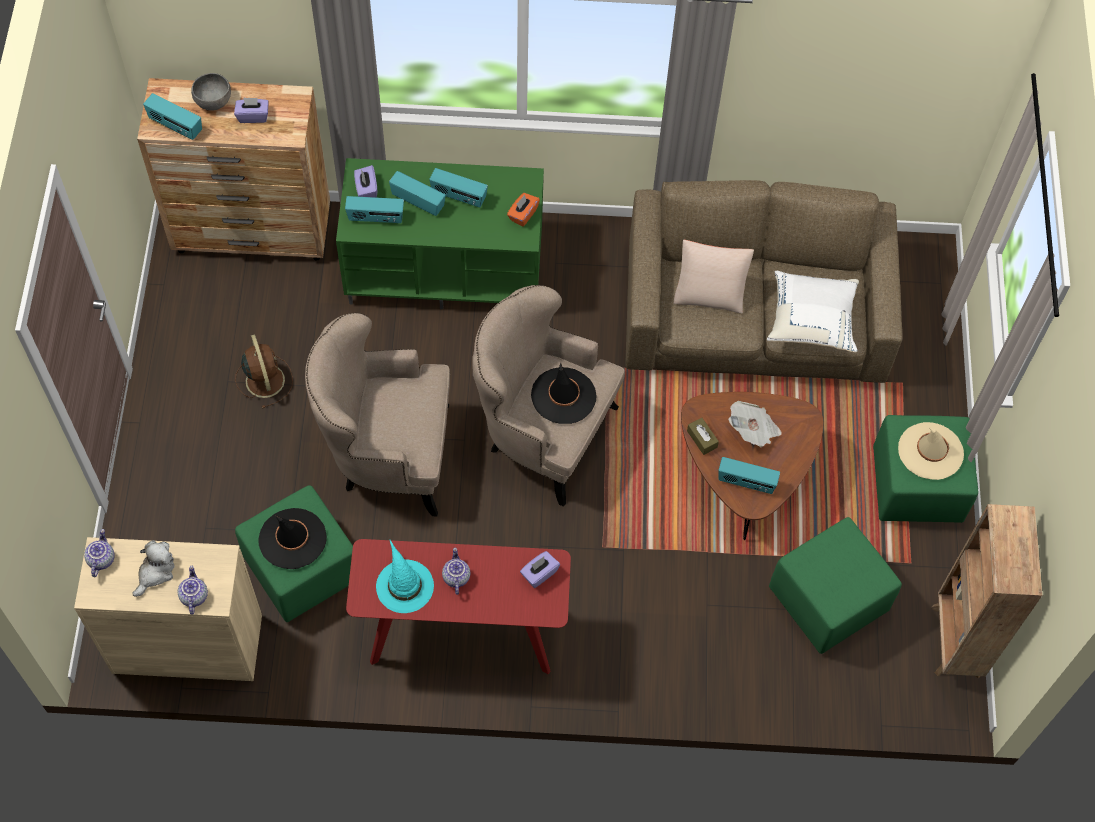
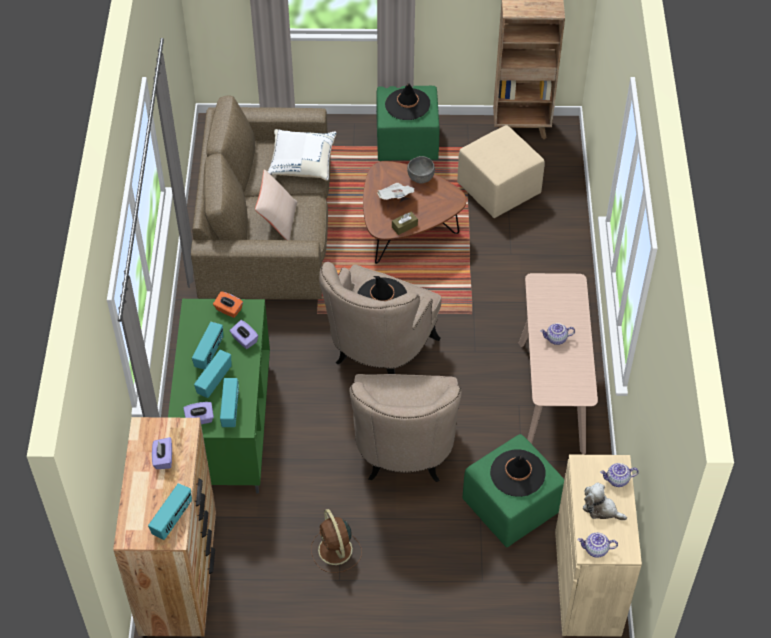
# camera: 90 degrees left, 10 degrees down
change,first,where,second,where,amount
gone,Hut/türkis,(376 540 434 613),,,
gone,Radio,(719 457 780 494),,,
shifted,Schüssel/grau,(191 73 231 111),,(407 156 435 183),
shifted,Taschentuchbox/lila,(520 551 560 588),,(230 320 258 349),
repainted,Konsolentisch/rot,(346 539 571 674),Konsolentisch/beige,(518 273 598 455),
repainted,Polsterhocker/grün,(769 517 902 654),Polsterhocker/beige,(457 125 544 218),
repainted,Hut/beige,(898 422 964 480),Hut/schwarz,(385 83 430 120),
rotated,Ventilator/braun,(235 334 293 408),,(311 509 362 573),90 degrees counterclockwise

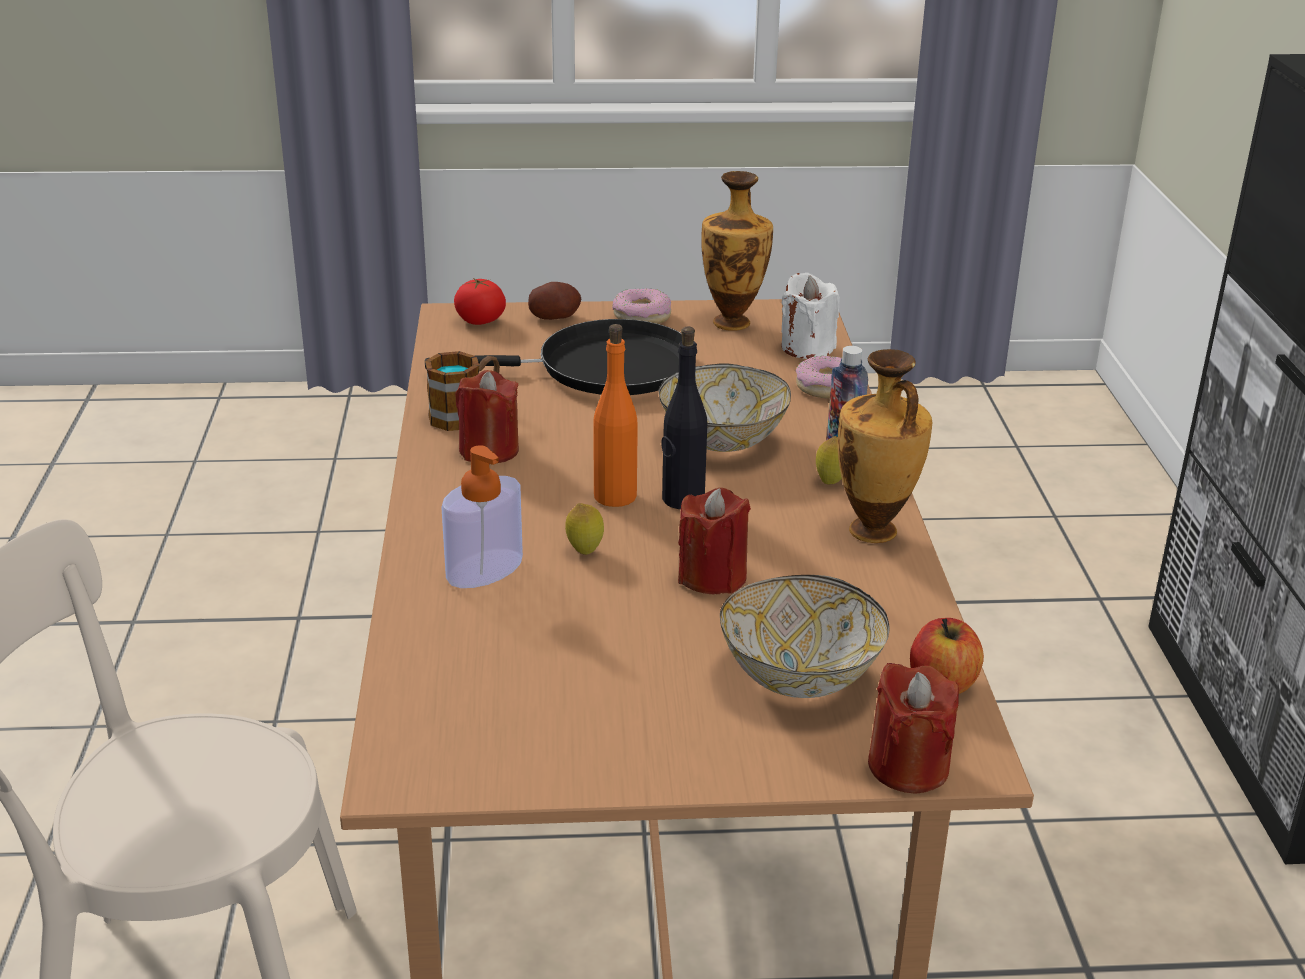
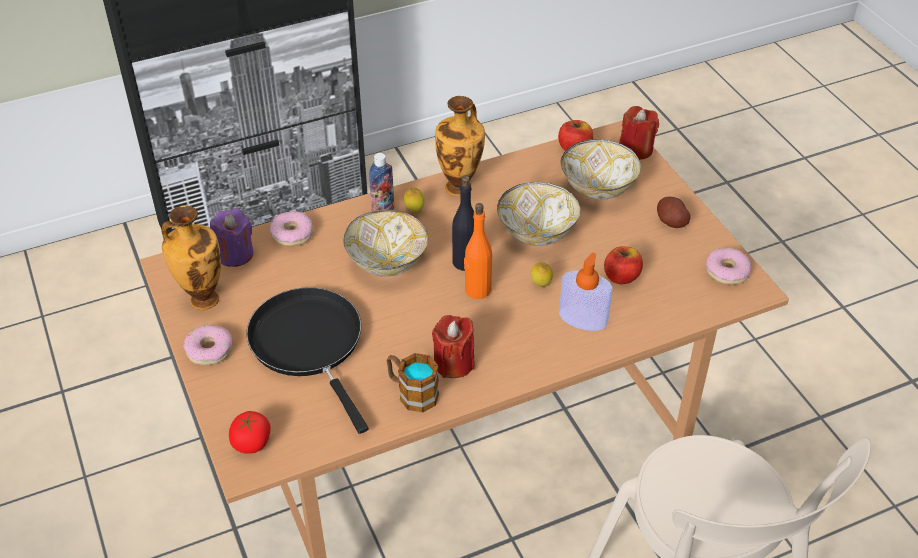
# camera: 110 degrees left, 15 degrees up
change,first,where,second,where,amount
new,,,Apfel,(604 246 643 284),
new,,,Donut,(706 248 751 285),
shifted,Kartoffel,(528 282 581 320),,(657 197 690 228),
swapped,Kerze/rot,(678 488 751 595),Schüssel,(497 182 581 246),
repainted,Kerze/weiß,(781 273 839 359),Kerze/lila,(210 208 253 267),

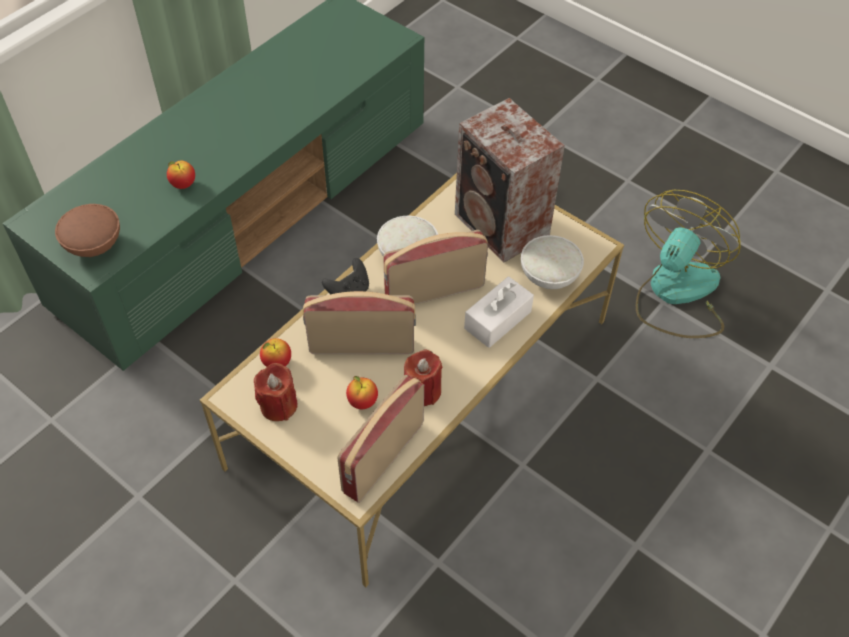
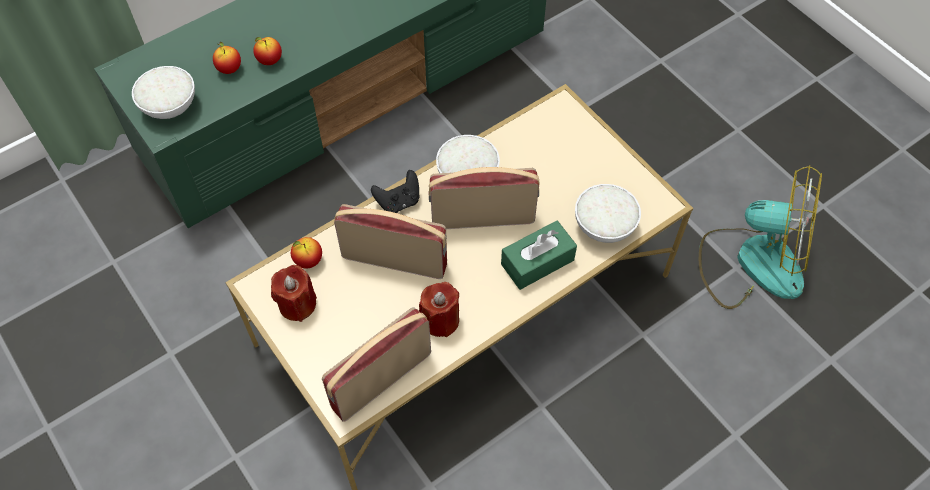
# camera: 15 degrees right, 5 degrees up
change,first,where,second,where,amount
gone,Lautsprecher,(455 98 565 263),,,
shifted,Apfel,(346 376 378 409),,(213 42 241 74),
repainted,Schüssel/braun,(55 204 120 257),Schüssel/weiß,(132 66 195 119),
repainted,Taschentuchbox/weiß,(464 277 534 348),Taschentuchbox/grün,(501 221 577 290),
rotated,Ventilator,(636 190 741 338),,(699 165 822 309),60 degrees clockwise

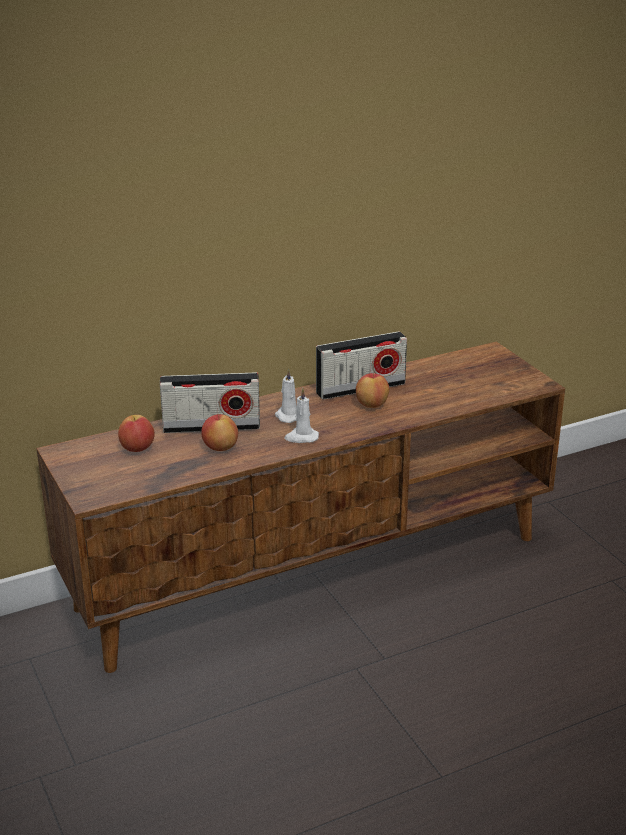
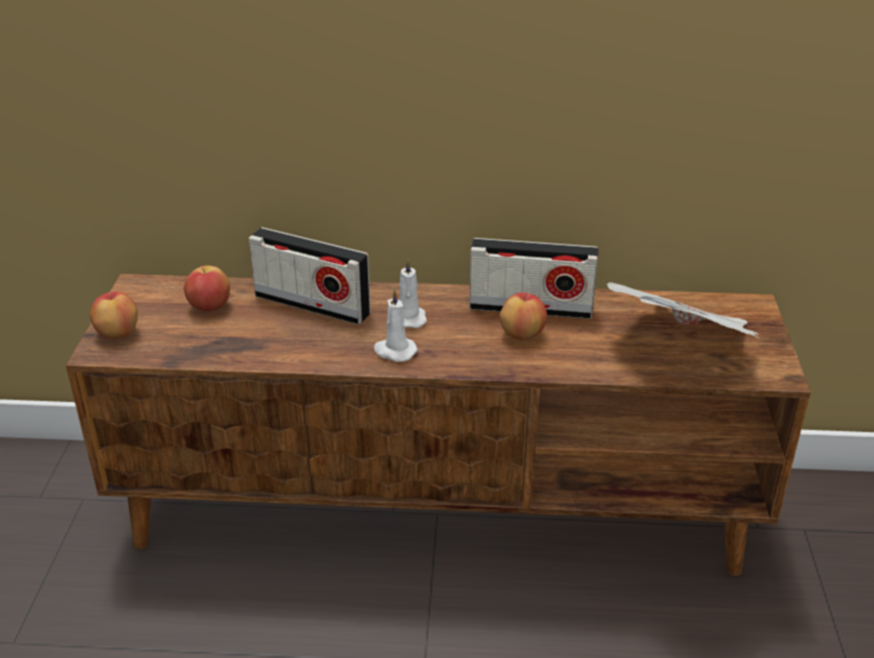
# camera: 30 degrees right, 5 degrees up
change,first,where,second,where,amount
new,,,Zeitung,(607 282 759 338),
shifted,Apfel,(201 414 238 451),,(90 292 138 339),

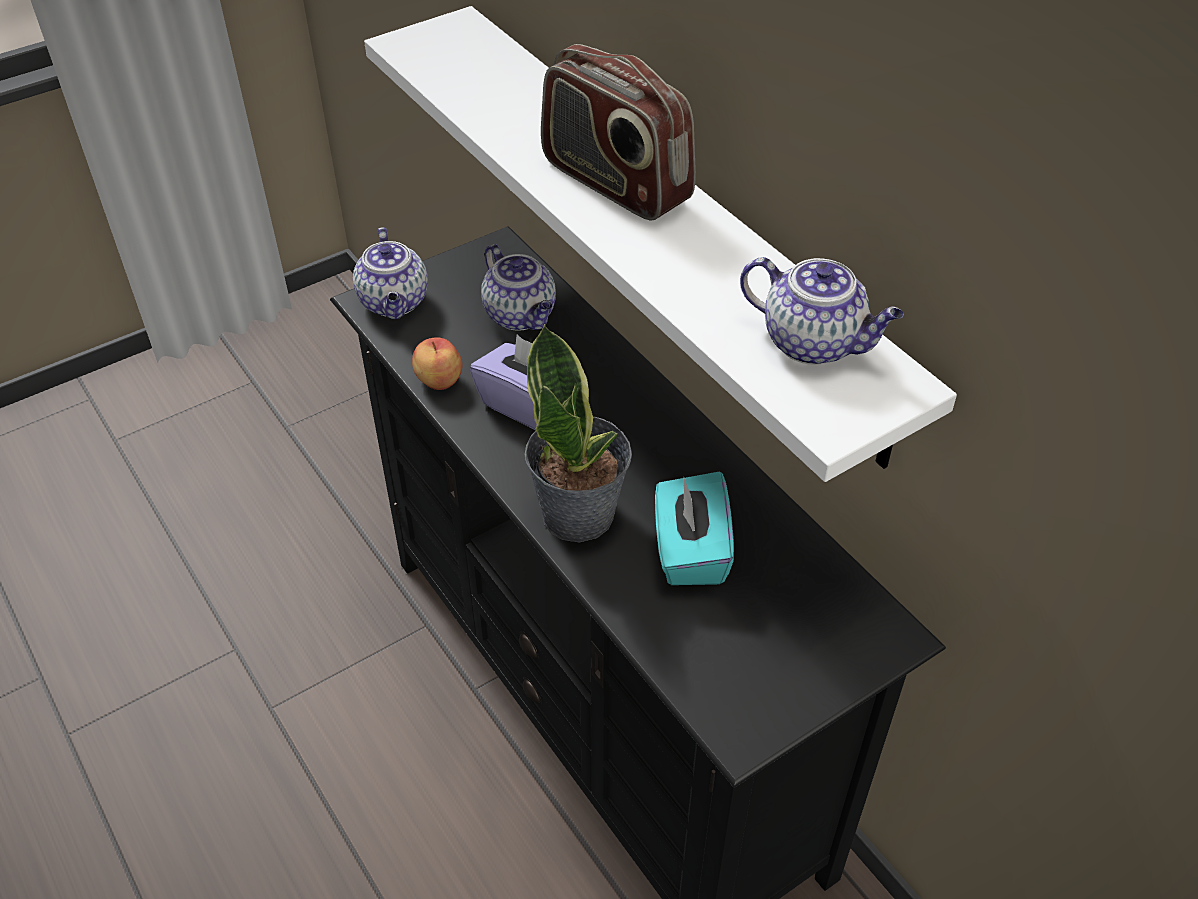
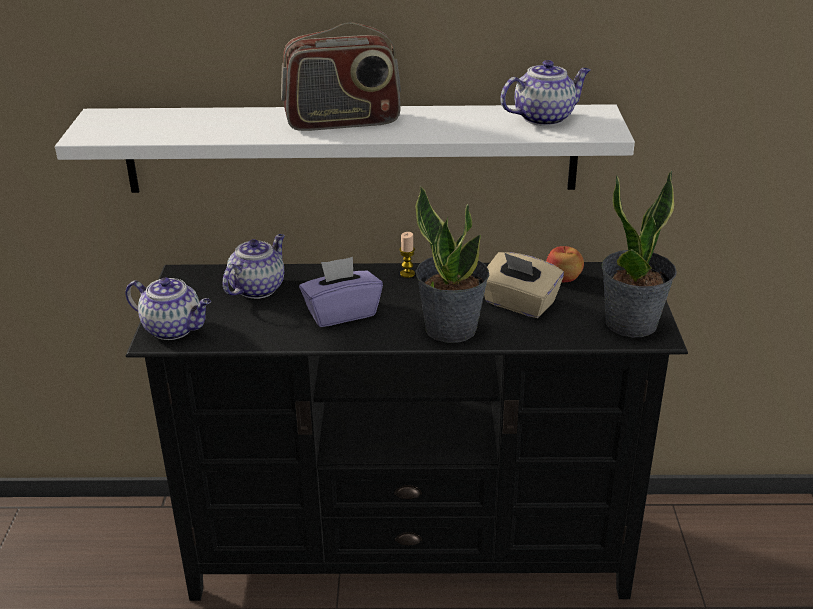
# camera: 55 degrees left, 15 degrees down
change,first,where,second,where,amount
new,,,Kerze,(400 232 415 278),
new,,,Topfpflanze,(601 170 677 337),
shifted,Apfel,(412 337 463 390),,(546 246 584 282),
repainted,Taschentuchbox/türkis,(655 471 734 585),Taschentuchbox/beige,(484 252 564 318),
rotated,Teekanne,(481 244 556 331),,(223 234 285 299),60 degrees counterclockwise

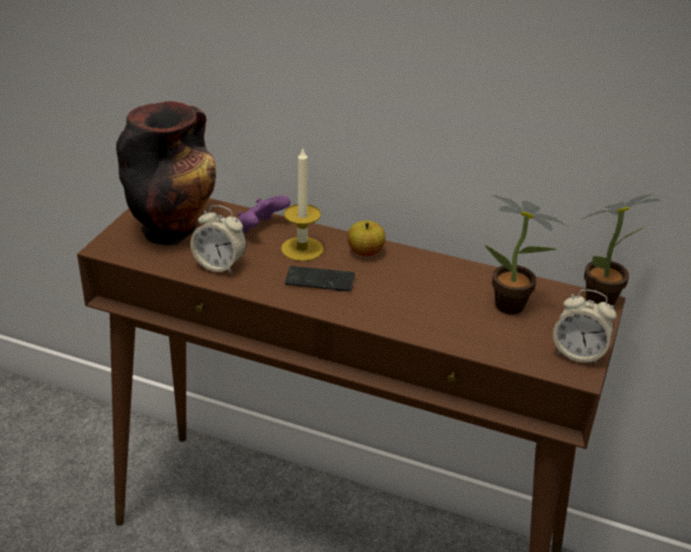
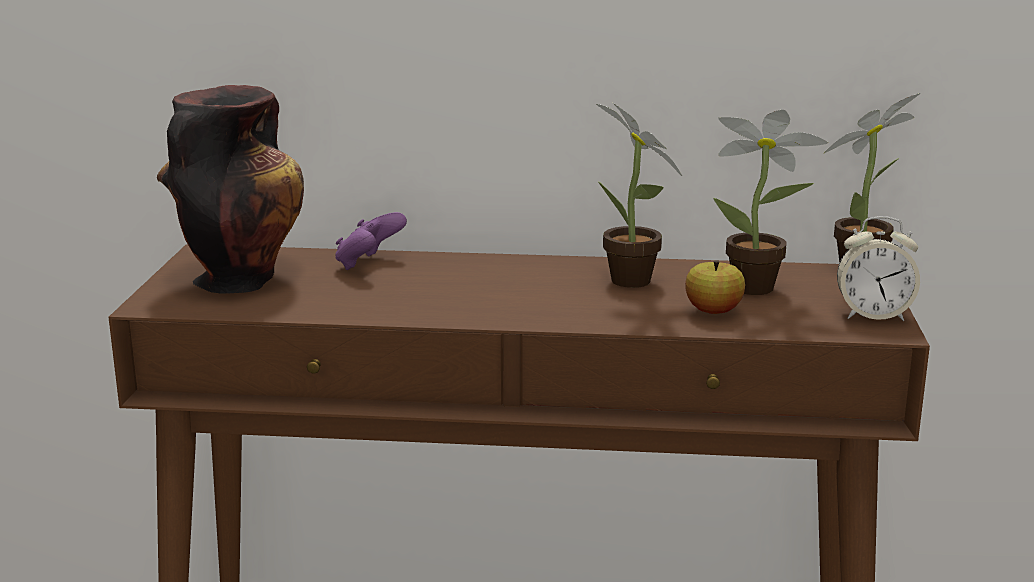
# camera: 15 degrees left, 15 degrees down
change,first,where,second,where,amount
gone,Wecker,(190 205 246 274),,,
gone,Kerze,(281 149 324 261),,,
gone,Handy,(285 266 355 291),,,
new,,,Topfpflanze,(596 103 683 288),
shifted,Apfel,(347 221 386 256),,(685 260 745 314),

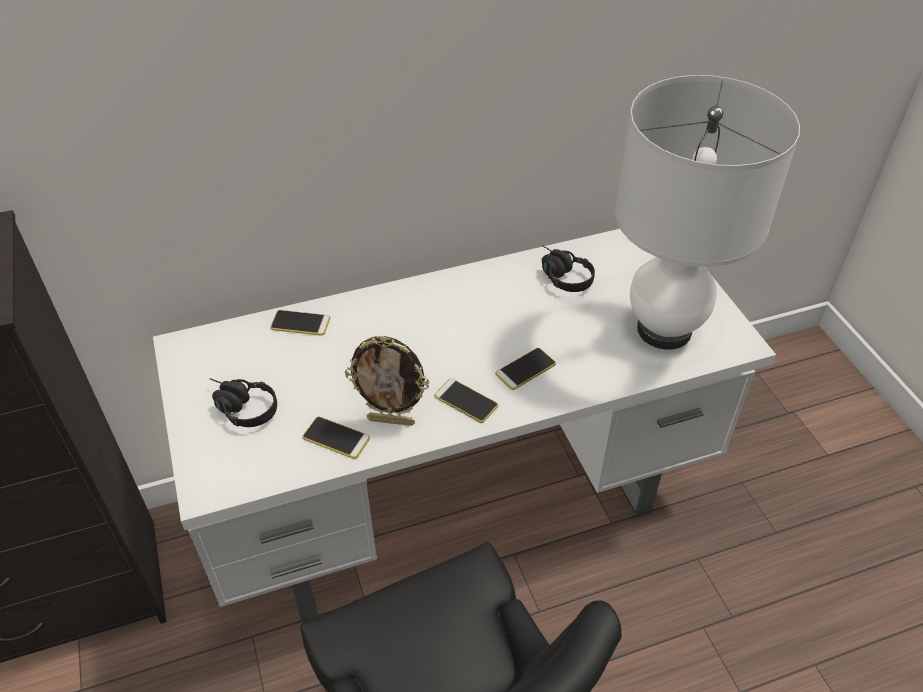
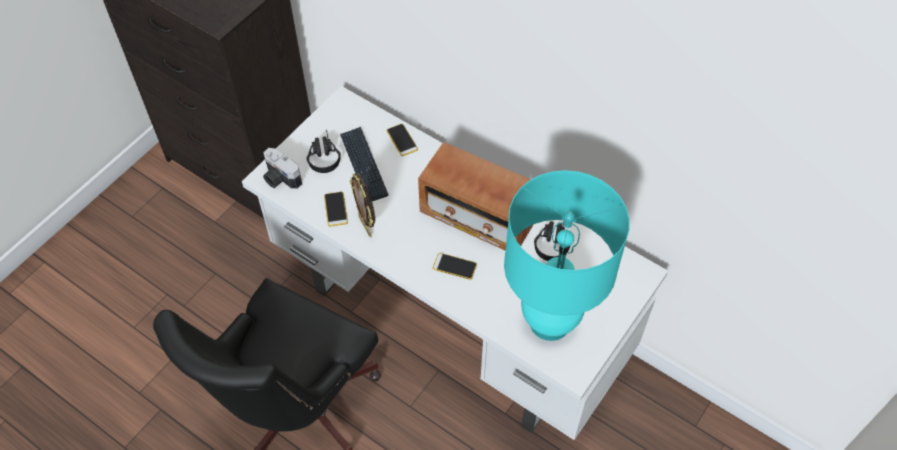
# camera: 55 degrees right, 10 degrees up
change,first,where,second,where,amount
gone,Handy,(434 379 498 423),,,
new,,,Kamera,(263 148 302 189),
new,,,Tastatur,(340 127 388 201),
new,,,Radio,(418 142 534 251),
repainted,Tischlampe/weiß,(615 75 800 350),Tischlampe/türkis,(504 170 630 341),

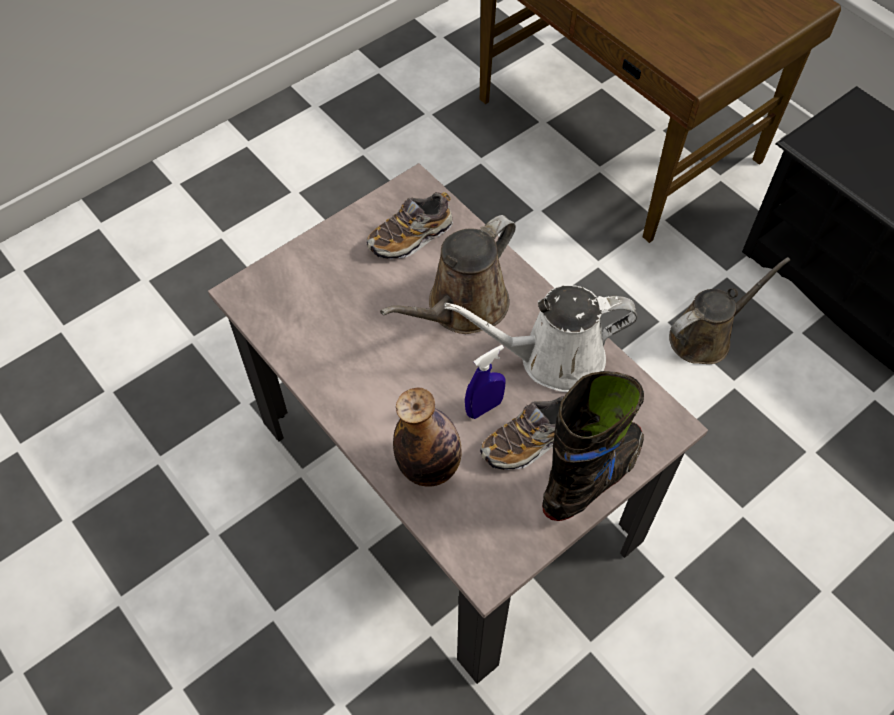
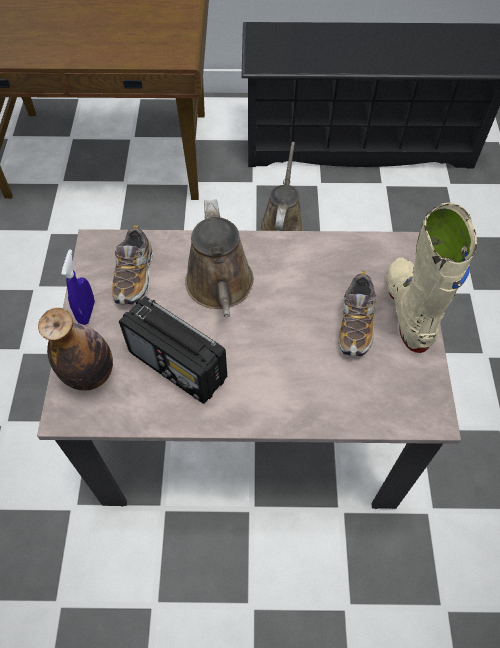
# camera: 50 degrees left, 0 degrees up
change,first,where,second,where,amount
gone,Gießkanne/weiß,(444 285 637 392),,,
new,,,Radio,(119 296 227 404),
shifted,Flasche,(393 388 462 487),,(38 308 113 391),
shifted,Sprühflasche/blau,(465 345 506 419),,(61 249 95 325),
repainted,Stiefel/schwarz,(542 371 644 521),Stiefel/beige,(387 203 477 353),

